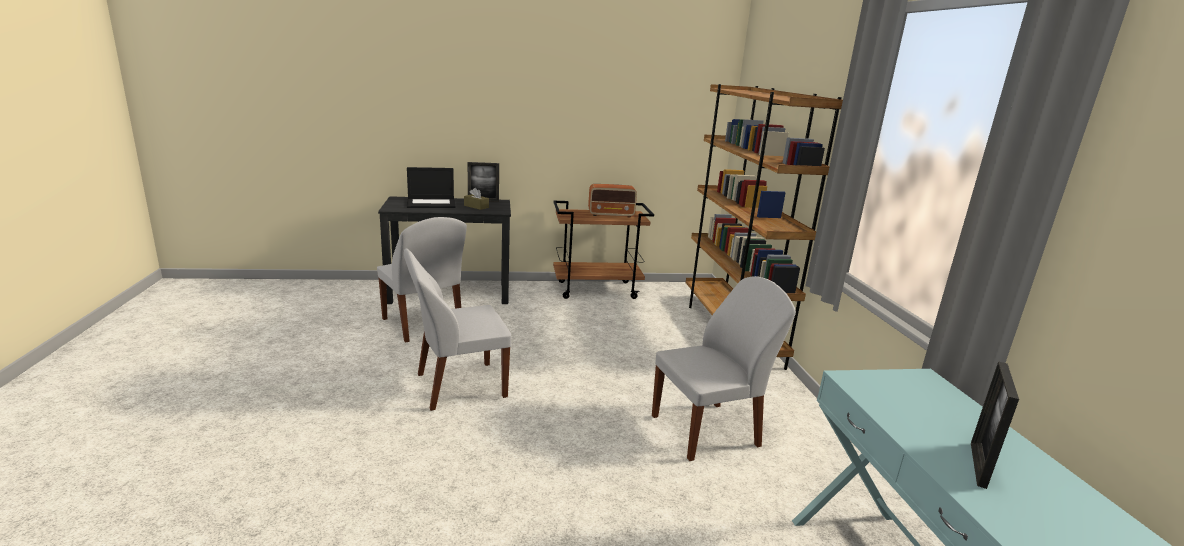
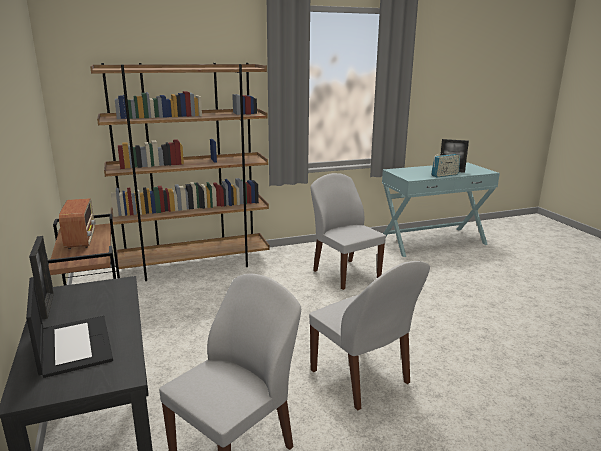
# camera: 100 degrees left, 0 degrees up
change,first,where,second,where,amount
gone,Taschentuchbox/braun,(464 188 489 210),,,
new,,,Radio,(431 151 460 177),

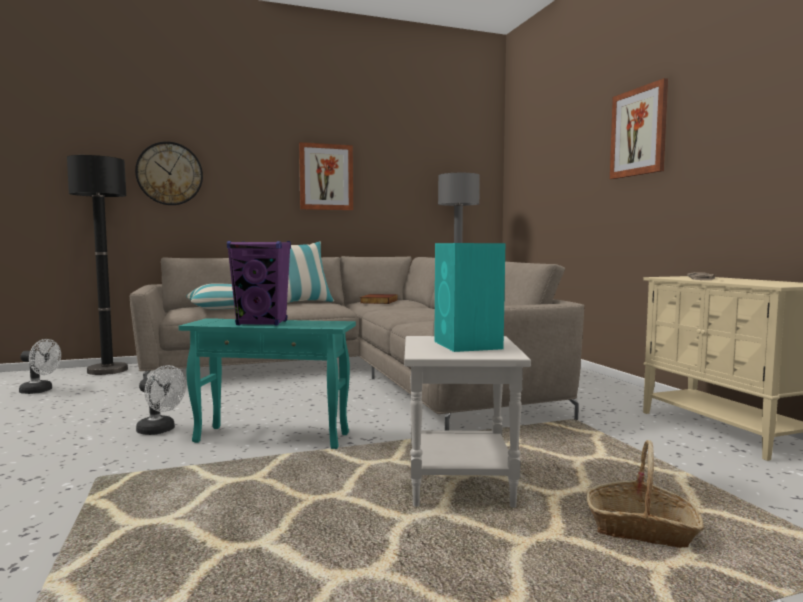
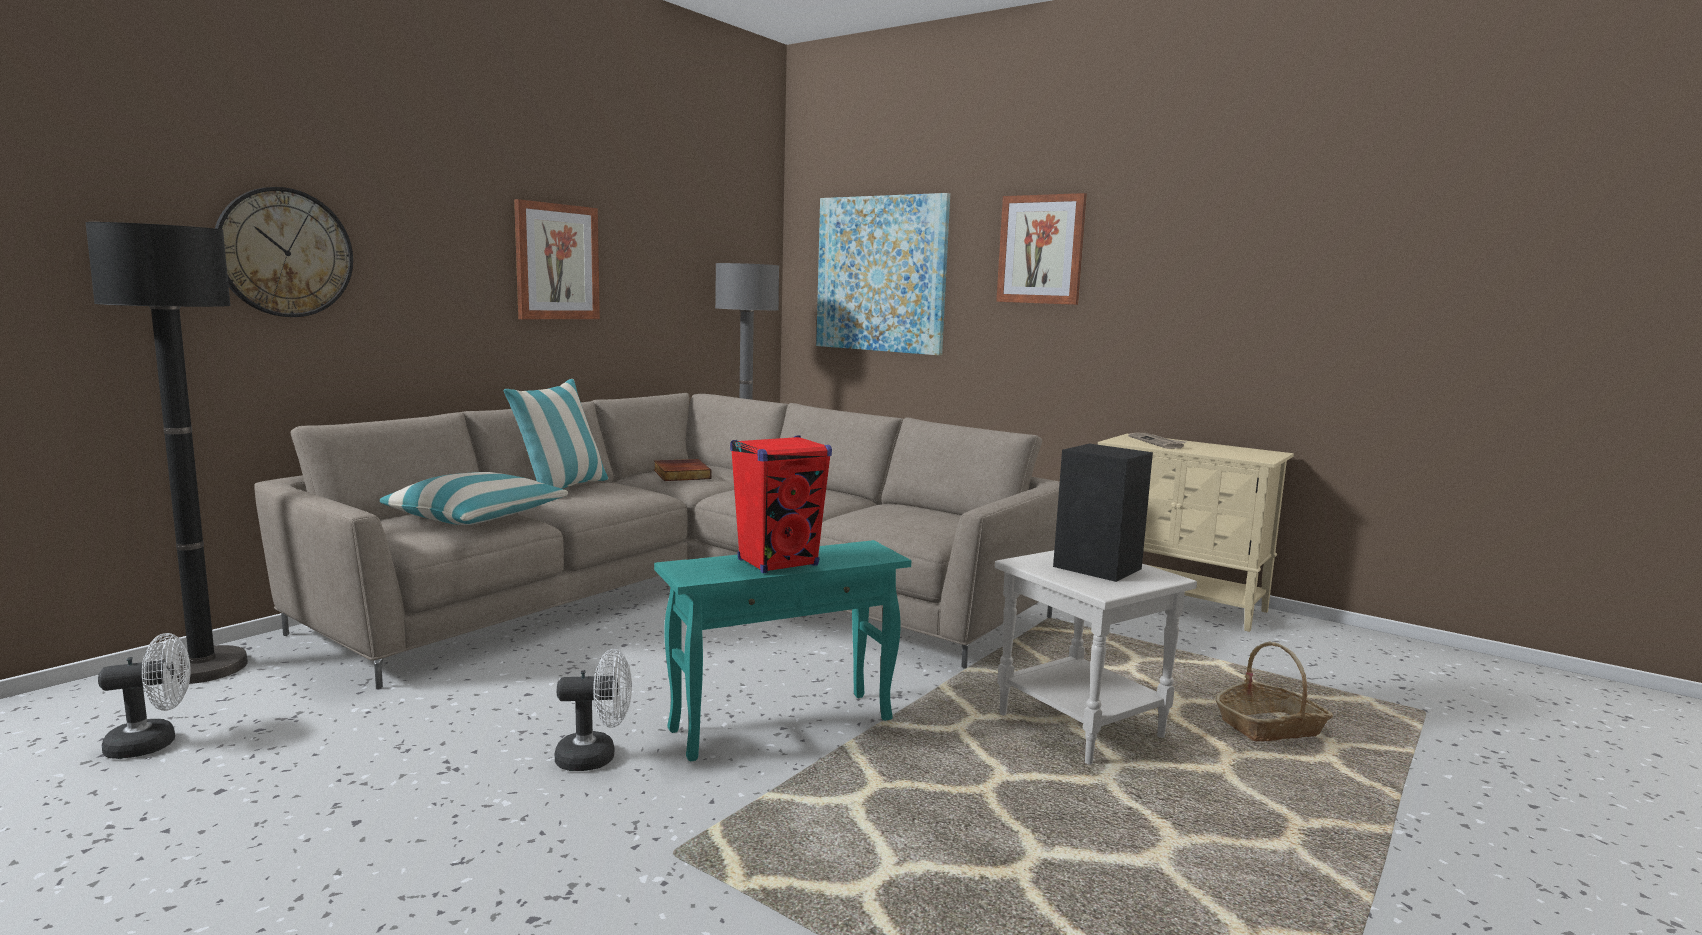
# camera: 35 degrees left, 5 degrees up
change,first,where,second,where,amount
new,,,Bild,(816 193 950 355),
repainted,Lautsprecher/lila,(227 241 291 326),Lautsprecher/rot,(730 436 832 573),
repainted,Lautsprecher/türkis,(435 243 505 352),Lautsprecher/schwarz,(1053 444 1153 582),

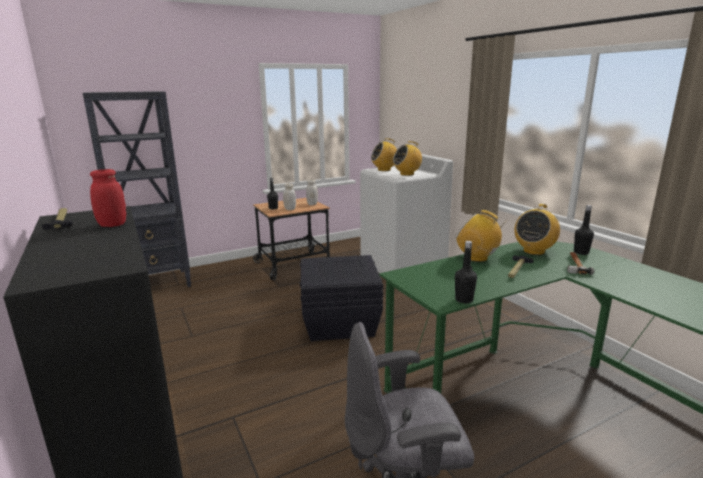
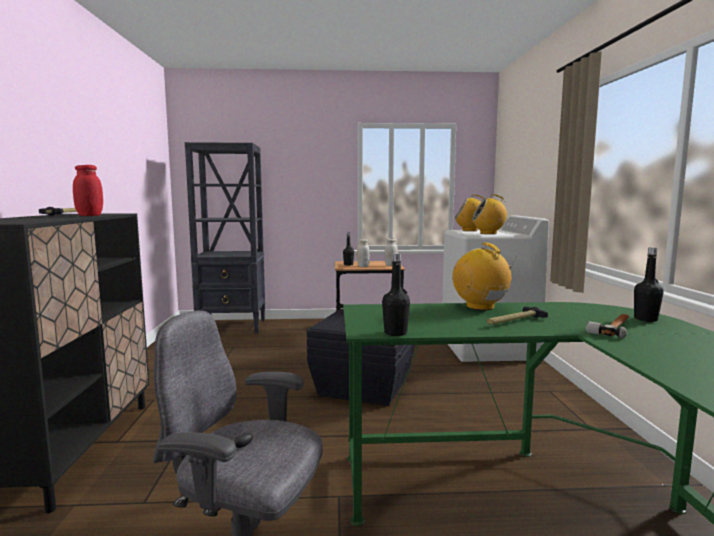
# camera: 25 degrees right, 10 degrees down
change,first,where,second,where,amount
gone,Radio,(514 204 560 255),,,

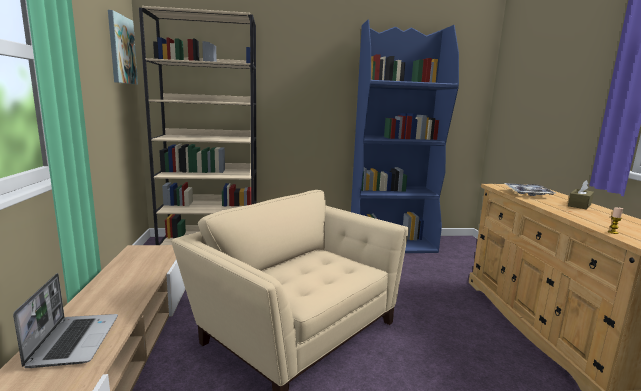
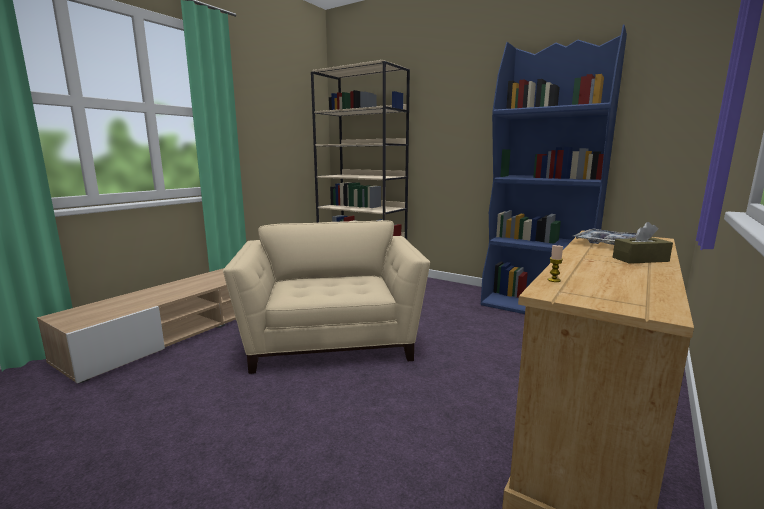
# camera: 40 degrees right, 0 degrees up
change,first,where,second,where,amount
gone,Laptop,(13 273 118 368),,,
gone,Bild,(108 10 138 85),,,

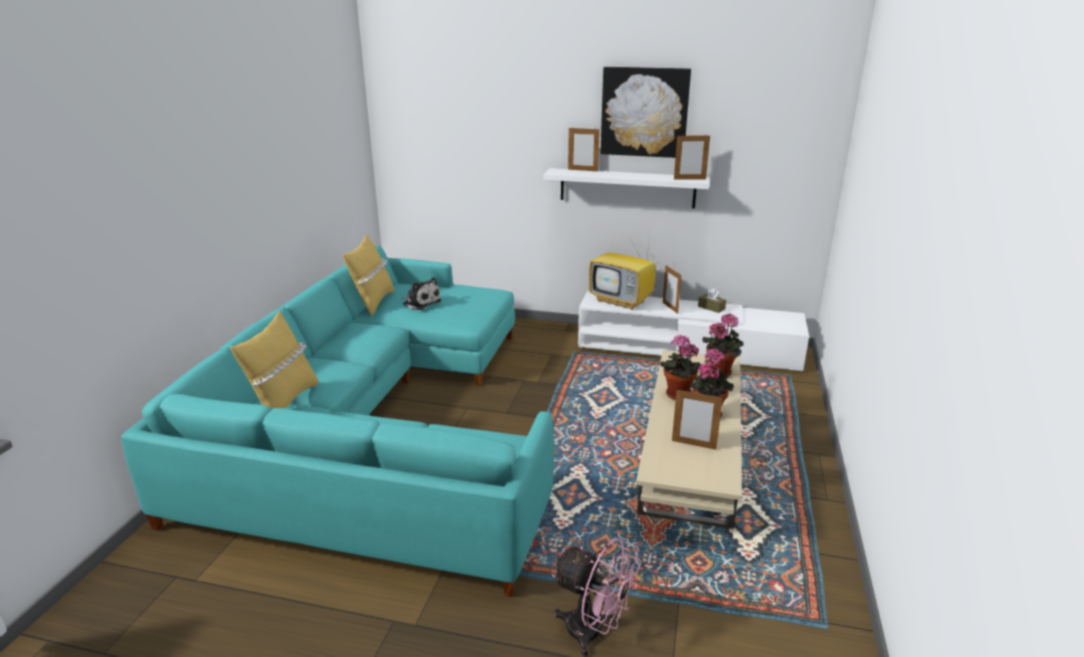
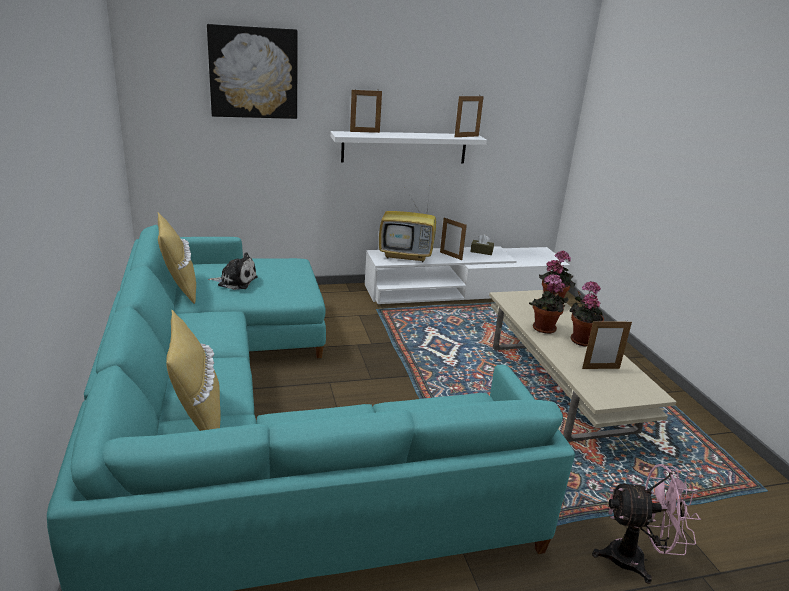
# camera: 30 degrees left, 0 degrees up
change,first,where,second,where,amount
shifted,Bild,(600 67 691 158),,(207 24 297 119),

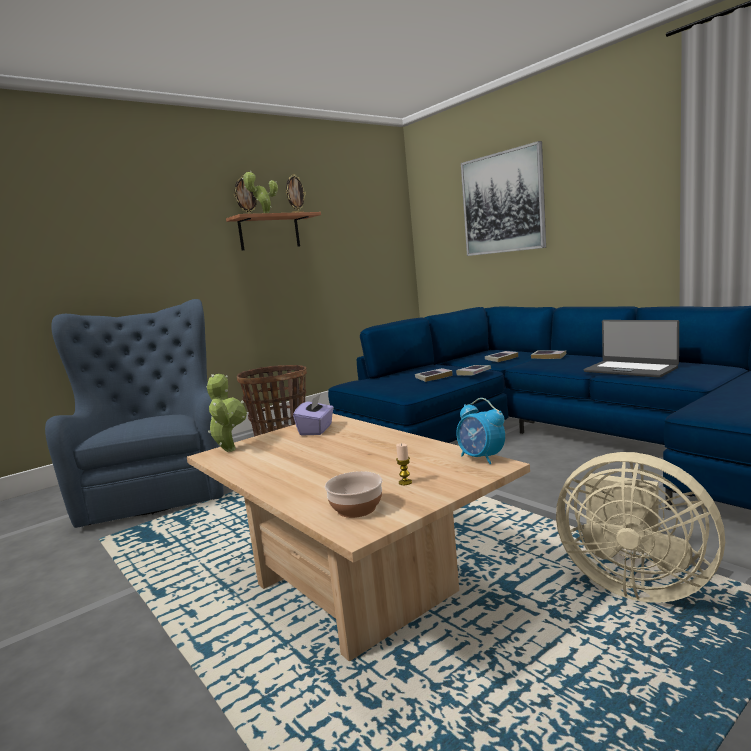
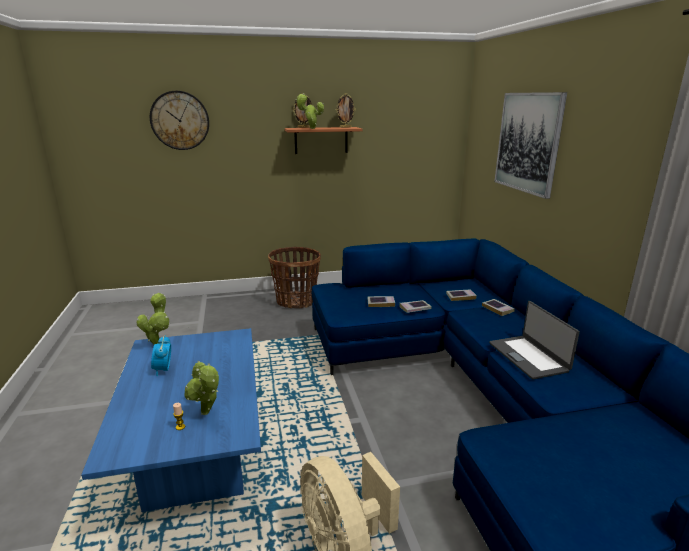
# camera: 25 degrees right, 10 degrees up
change,first,where,second,where,amount
gone,Sessel/blau,(45 299 224 528),,,
gone,Taschentuchbox/lila,(293 394 334 436),,,
gone,Schüssel,(325 471 382 518),,,
new,,,Wanduhr,(150 91 209 150),
new,,,Topfpflanze,(184 361 219 415),
shifted,Wecker,(456 398 505 464),,(151 336 171 376),
repainted,Couchtisch/beige,(187 414 530 661),Couchtisch/blau,(81 328 261 512),

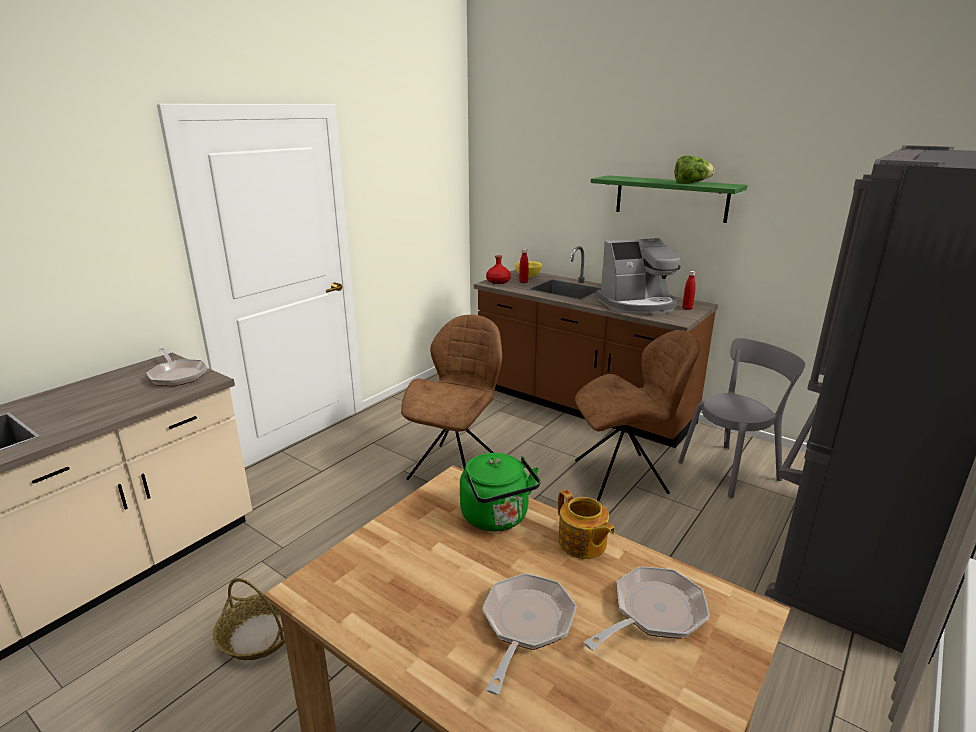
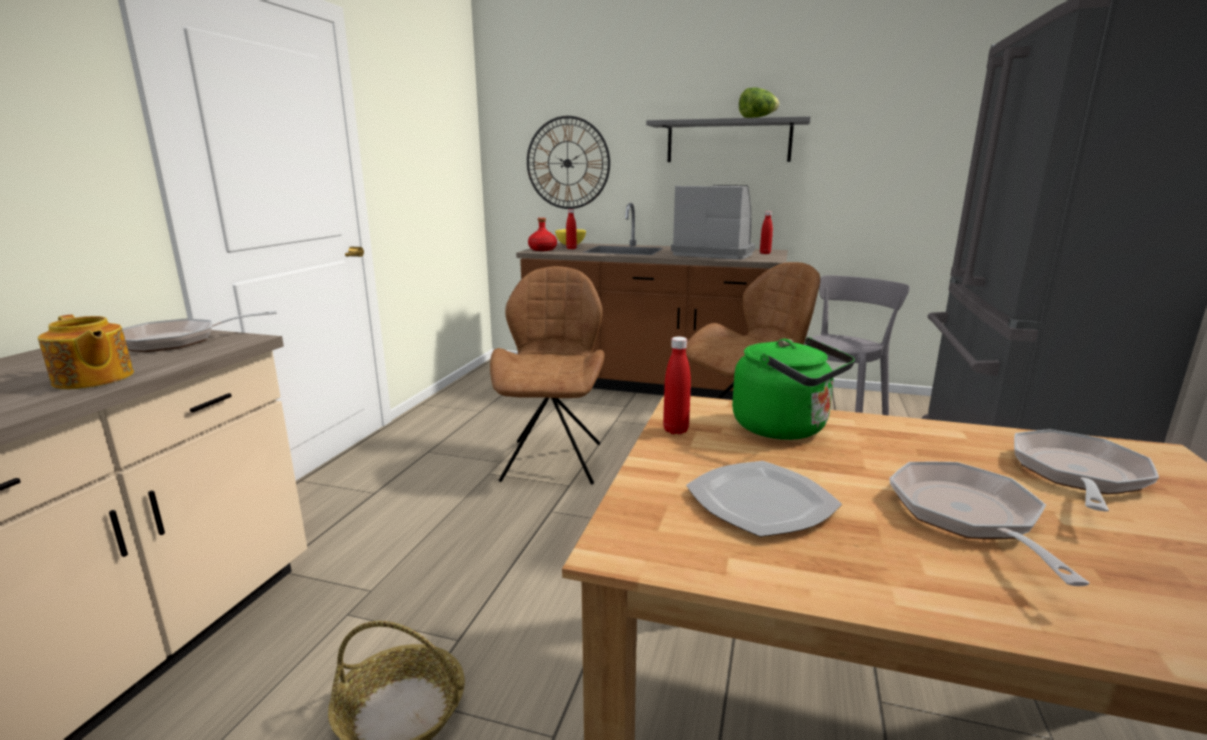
# camera: 20 degrees left, 5 degrees down
change,first,where,second,where,amount
new,,,Wanduhr,(527 116 610 209),
new,,,Flasche/rot,(663 337 691 435),
new,,,Teller,(686 461 842 537),
shifted,Teekanne,(558 489 615 559),,(38 315 134 389),
repainted,Wandregal/grün,(591 175 747 223),Wandregal/grau,(646 116 811 162),
rotated,Pfanne,(146 347 208 386),,(122 311 277 352),120 degrees clockwise
rotated,Kaffeemaschine,(596 238 681 315),,(671 185 755 260),120 degrees counterclockwise

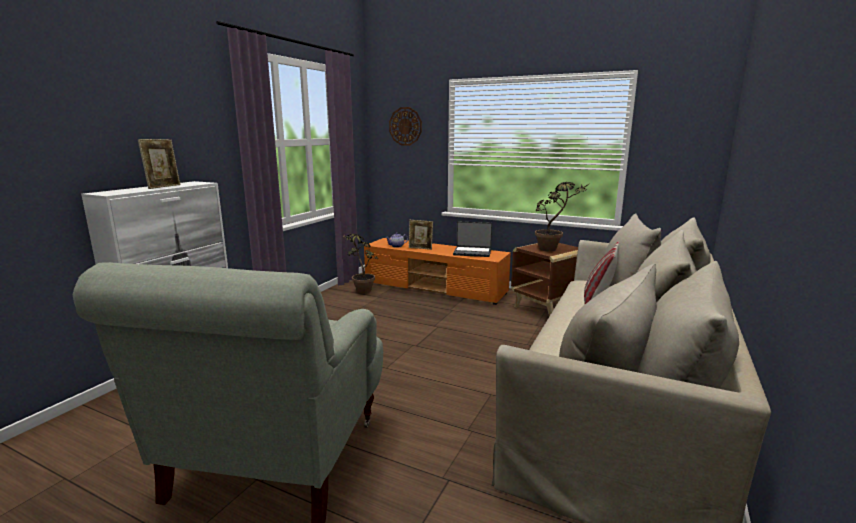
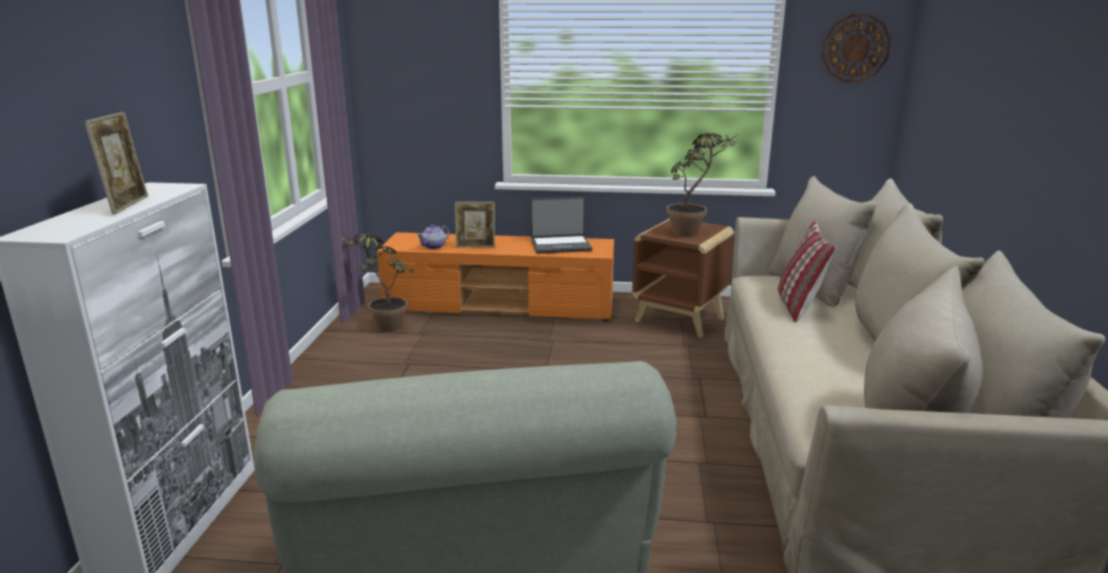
# camera: 20 degrees left, 5 degrees up
change,first,where,second,where,amount
shifted,Wanduhr,(389 107 422 146),,(821 14 892 83),

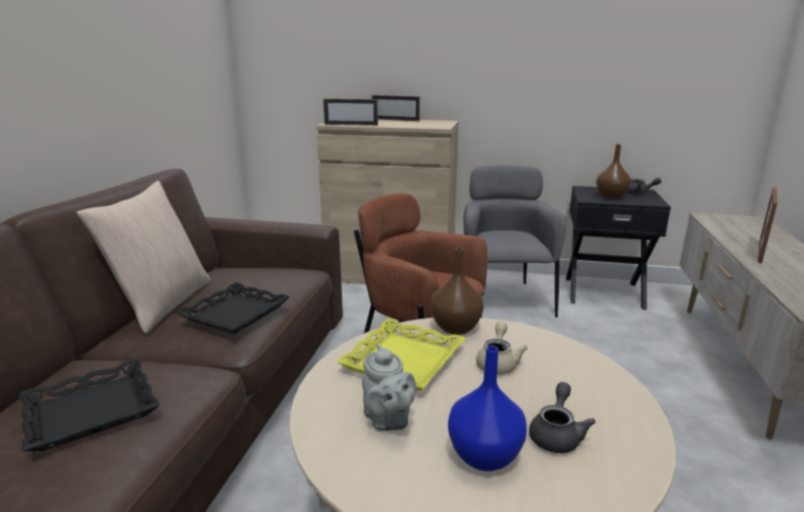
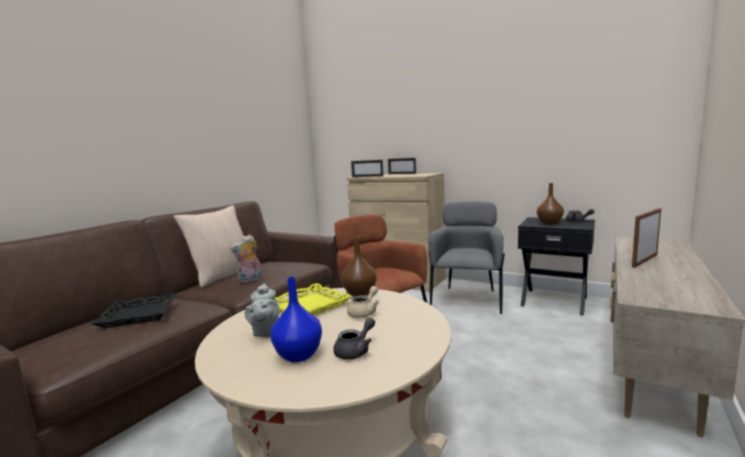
# camera: 20 degrees right, 10 degrees down
change,first,where,second,where,amount
swapped,Tablett/schwarz,(175 283 290 334),Plüschtier,(230 235 262 283),

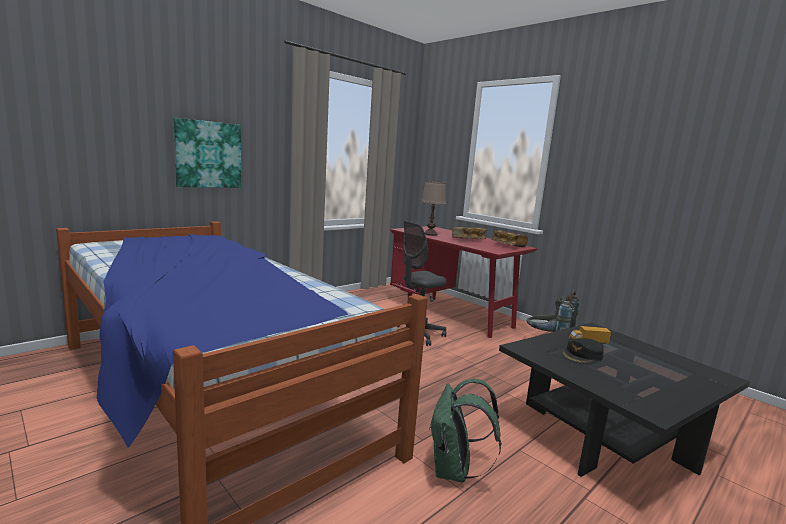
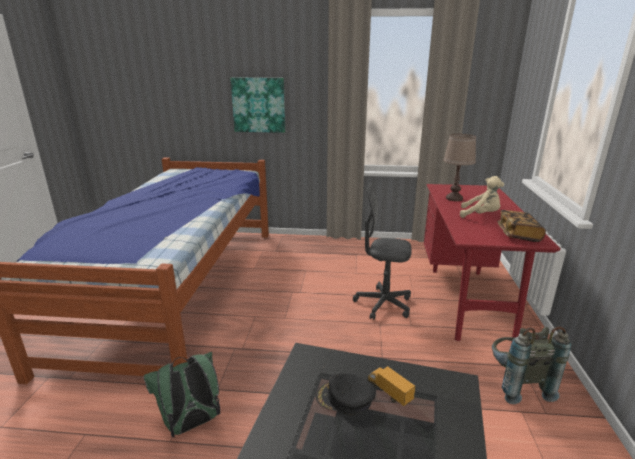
# camera: 50 degrees right, 10 degrees up
change,first,where,second,where,amount
swapped,Buch,(452 227 487 239),Plüschtier/beige,(460 176 504 218),

